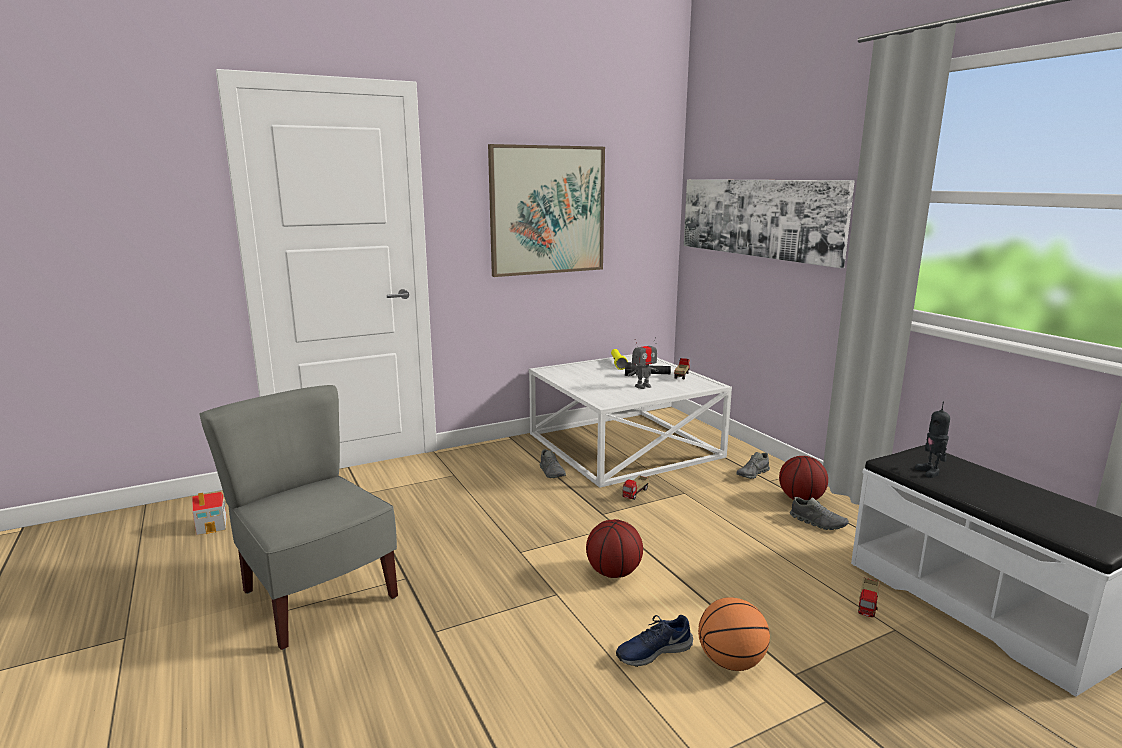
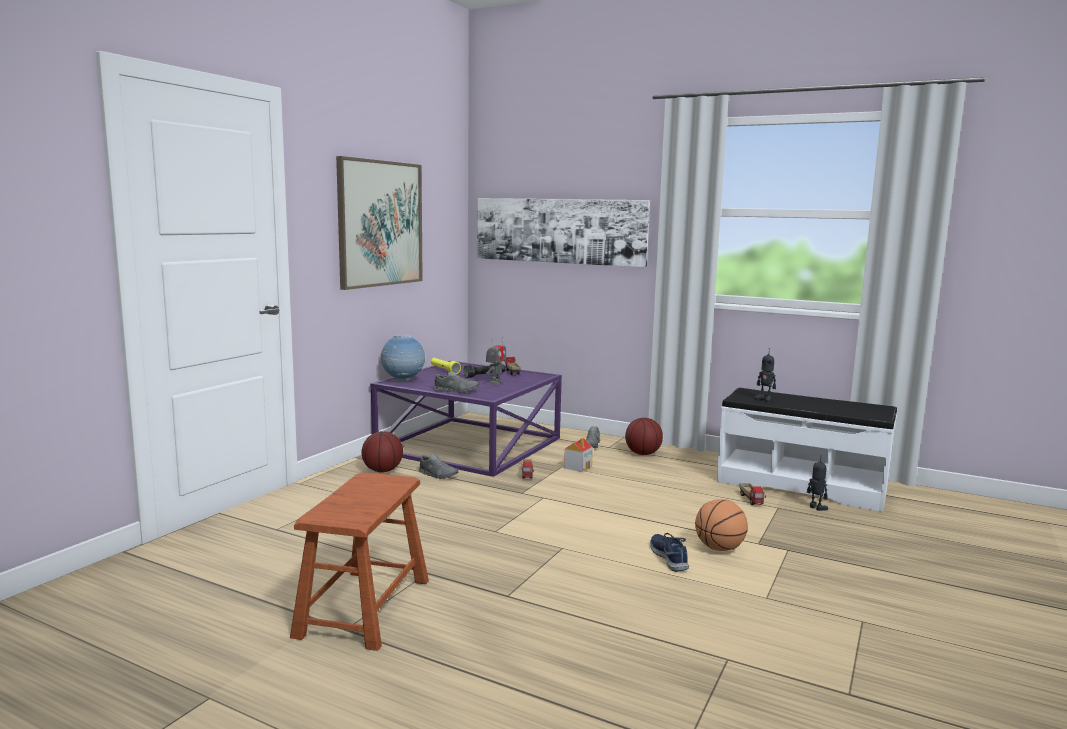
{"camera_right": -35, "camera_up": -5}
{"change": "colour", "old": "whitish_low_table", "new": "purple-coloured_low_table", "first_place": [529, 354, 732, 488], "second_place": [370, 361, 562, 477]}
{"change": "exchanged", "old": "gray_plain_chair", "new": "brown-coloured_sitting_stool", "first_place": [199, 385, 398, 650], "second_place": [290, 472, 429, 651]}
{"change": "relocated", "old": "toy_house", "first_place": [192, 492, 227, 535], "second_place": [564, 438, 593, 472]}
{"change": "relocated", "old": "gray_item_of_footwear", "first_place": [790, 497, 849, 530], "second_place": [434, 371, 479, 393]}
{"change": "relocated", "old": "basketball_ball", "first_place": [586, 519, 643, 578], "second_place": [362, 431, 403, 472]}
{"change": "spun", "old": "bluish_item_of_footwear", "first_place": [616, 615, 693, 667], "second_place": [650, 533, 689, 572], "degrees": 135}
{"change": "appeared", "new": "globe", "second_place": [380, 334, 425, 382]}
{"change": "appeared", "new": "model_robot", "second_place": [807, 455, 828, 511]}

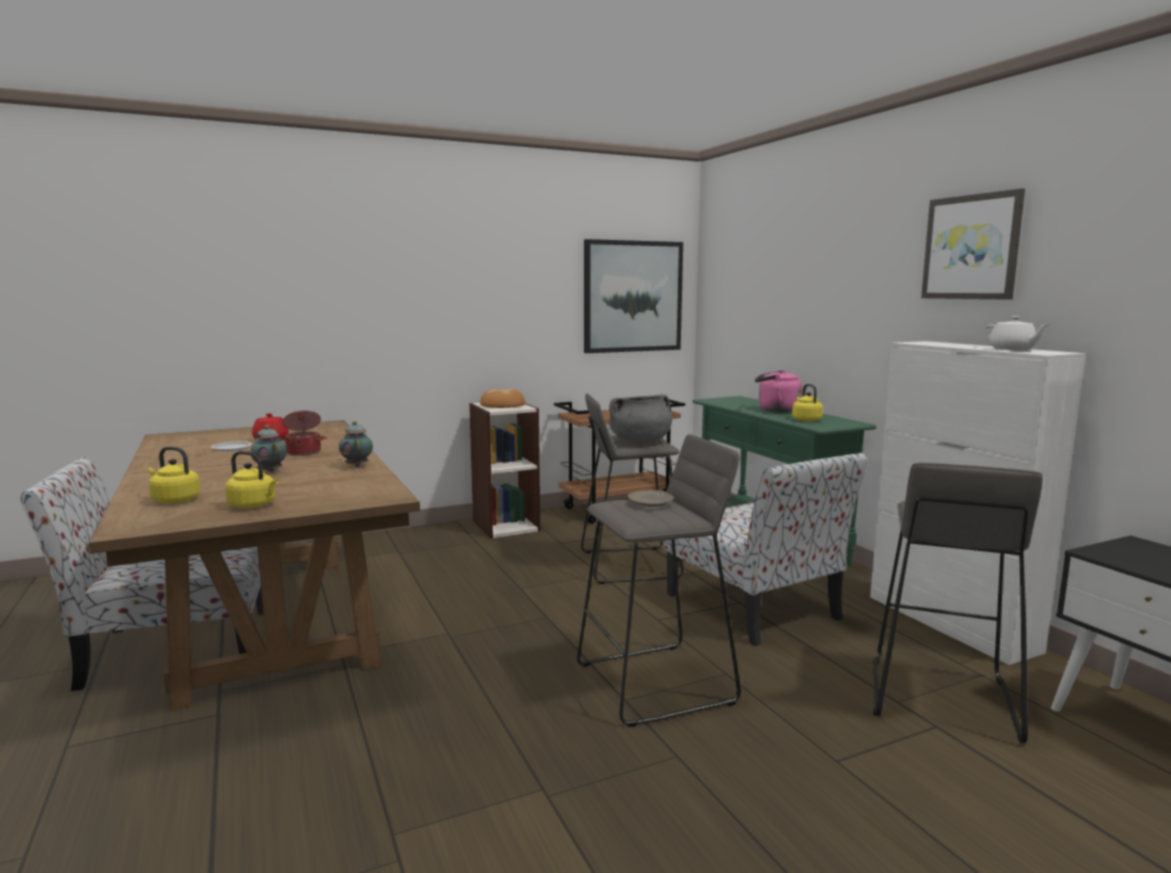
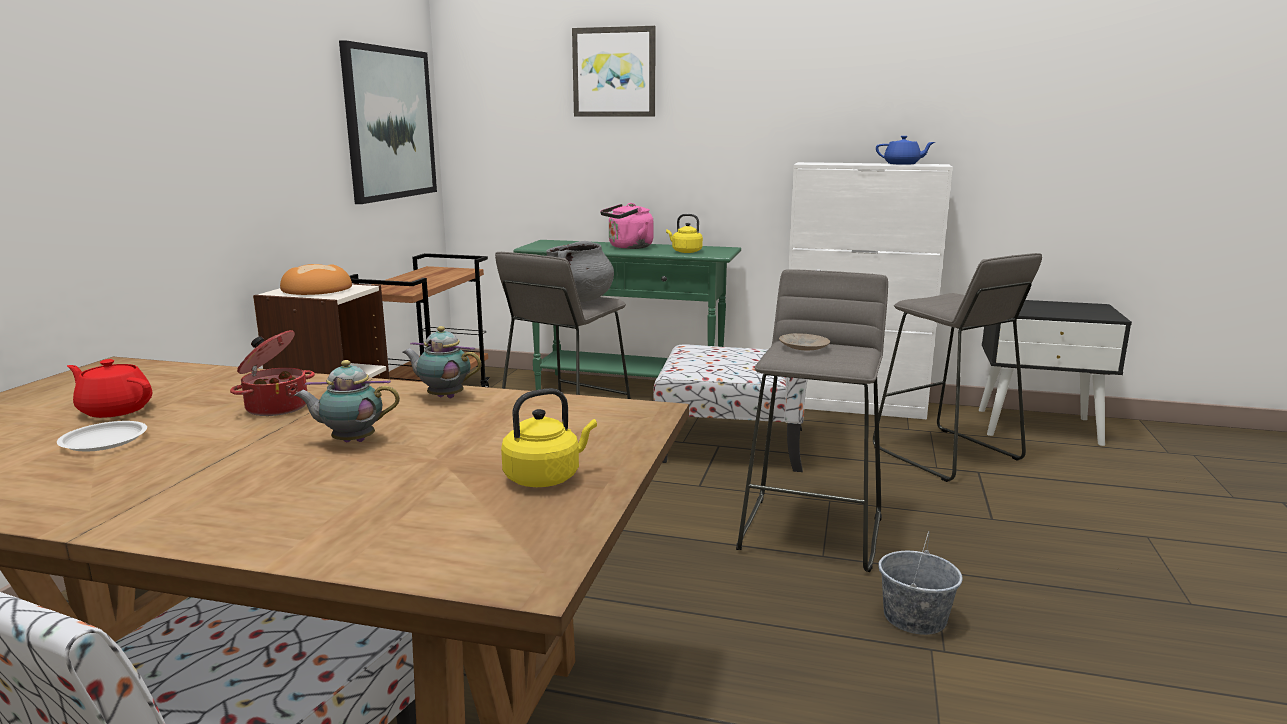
{"camera_right": -50, "camera_up": 5}
{"change": "relocated", "old": "wall_picture", "first_place": [921, 188, 1025, 300], "second_place": [572, 26, 656, 117]}
{"change": "colour", "old": "whitish_tea_pot", "new": "bluish_tea_pot", "first_place": [985, 316, 1049, 350], "second_place": [876, 136, 935, 165]}
{"change": "missing", "old": "yellowish_tea_kettle", "first_place": [148, 447, 200, 504]}
{"change": "appeared", "new": "gray_bucket", "second_place": [878, 531, 963, 635]}

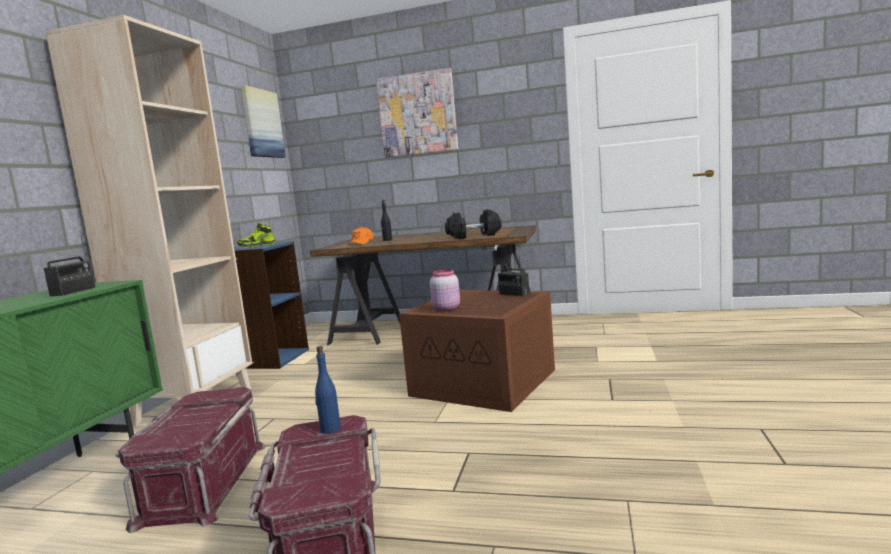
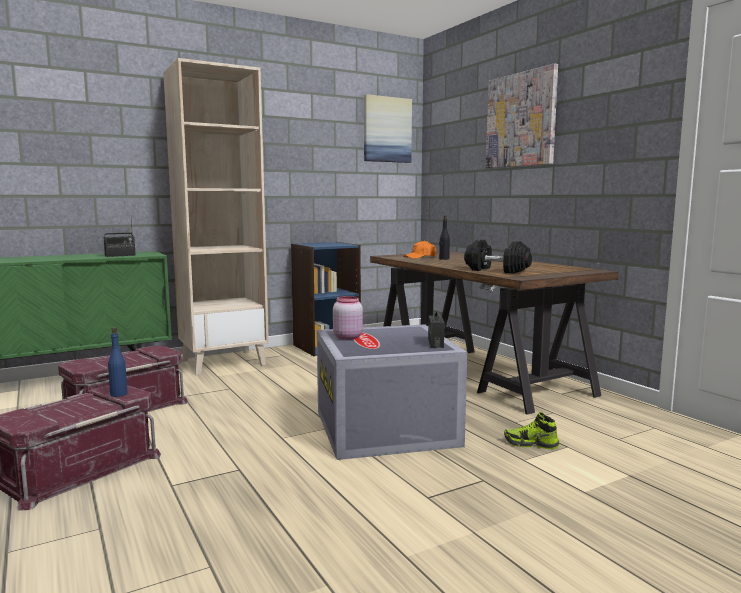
{"camera_right": 45, "camera_up": 0}
{"change": "relocated", "old": "item_of_footwear", "first_place": [237, 223, 276, 248], "second_place": [504, 412, 559, 449]}
{"change": "colour", "old": "brown-coloured_storage_bin", "new": "gray_storage_bin", "first_place": [399, 290, 555, 412], "second_place": [317, 324, 467, 460]}

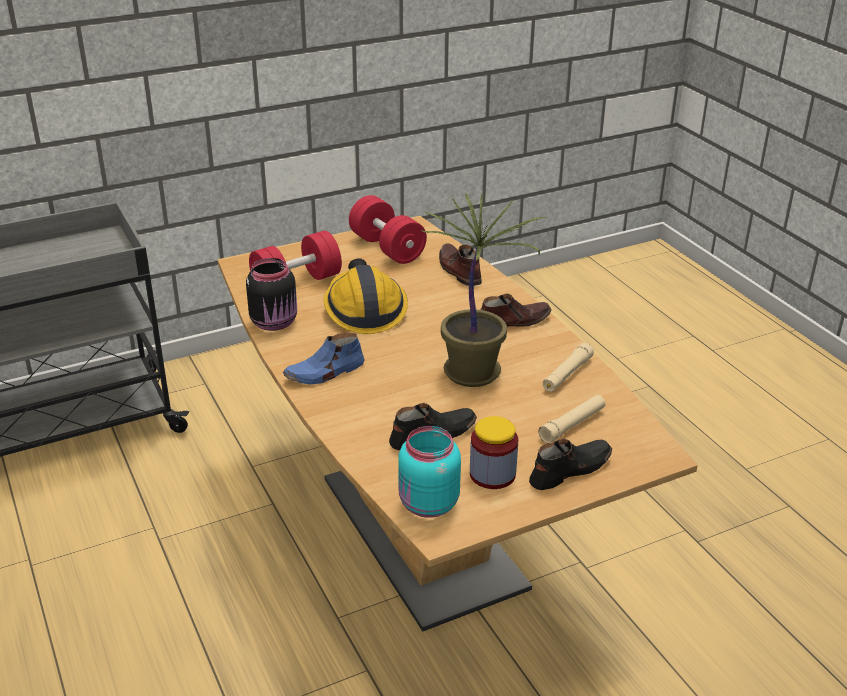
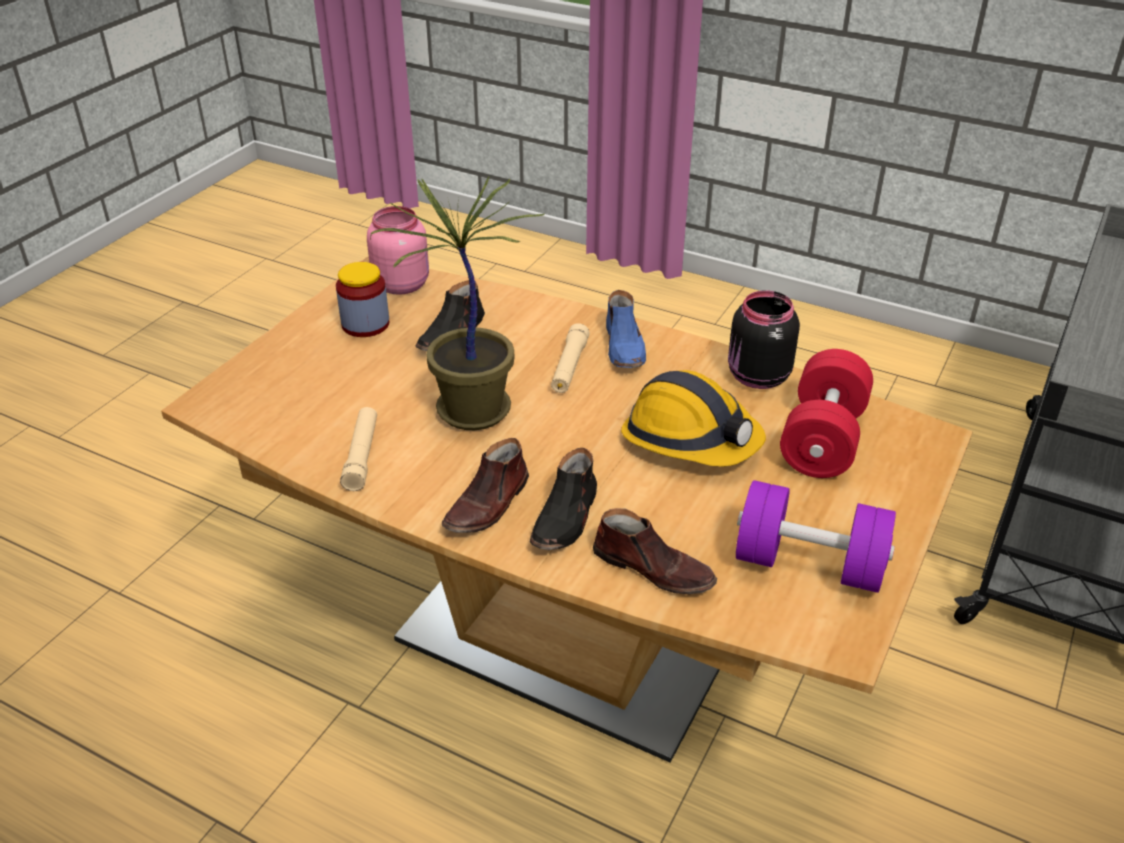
{"camera_right": 145, "camera_up": 5}
{"change": "colour", "old": "red-coloured_free_weight", "new": "purple-coloured_free_weight", "first_place": [349, 195, 427, 264], "second_place": [736, 480, 896, 593]}
{"change": "spun", "old": "bluish_item_of_footwear", "first_place": [283, 333, 364, 384], "second_place": [606, 290, 646, 368], "degrees": 150}
{"change": "relocated", "old": "beige-coloured_torch", "first_place": [539, 395, 605, 444], "second_place": [551, 323, 590, 393]}
{"change": "colour", "old": "blue-green_preserve_jar", "new": "pinkish_preserve_jar", "first_place": [398, 426, 461, 518], "second_place": [367, 206, 429, 295]}
{"change": "relocated", "old": "blackish_item_of_footwear", "first_place": [529, 438, 612, 490], "second_place": [530, 448, 597, 550]}

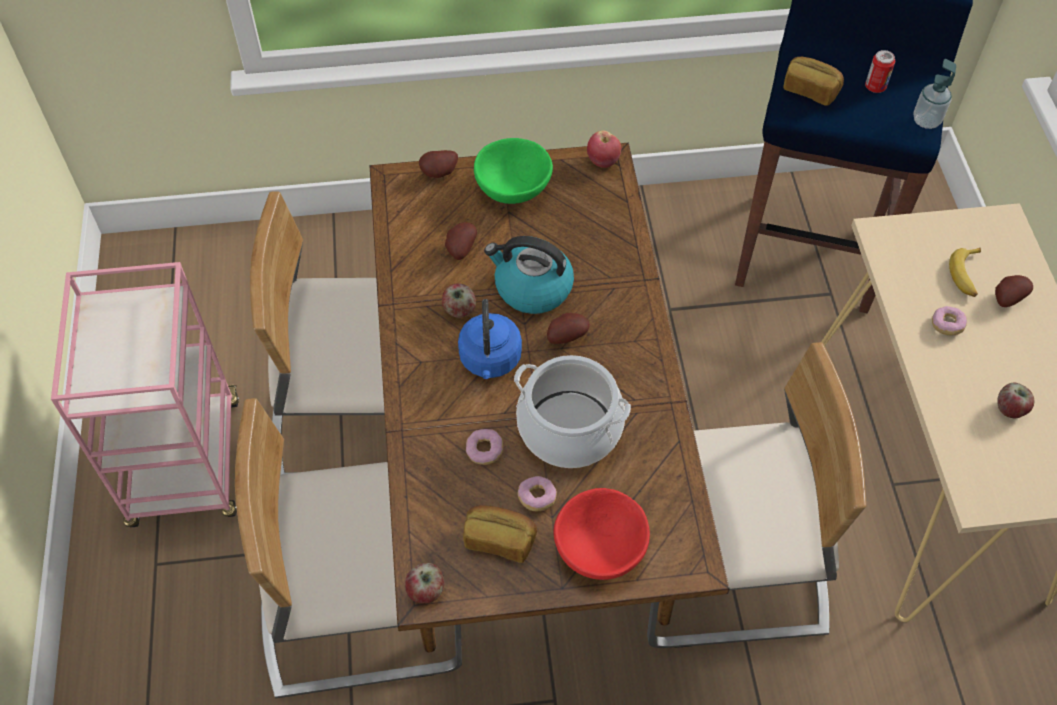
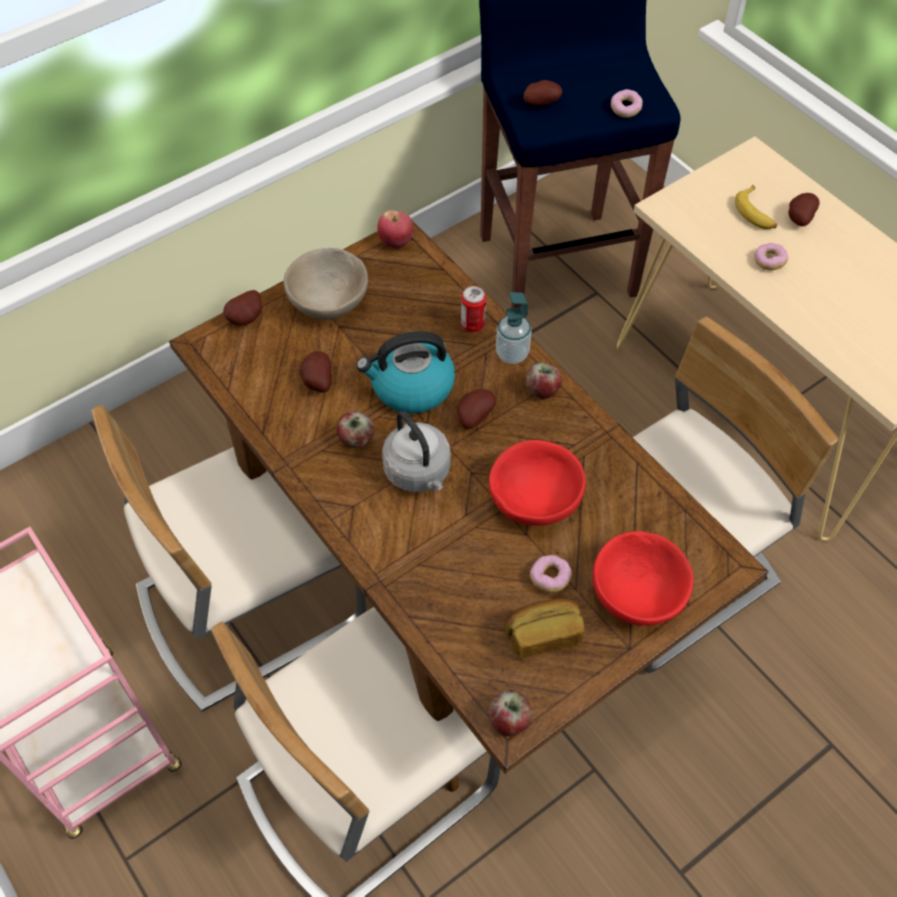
{"camera_right": -30, "camera_up": 0}
{"change": "relocated", "old": "metal_can", "first_place": [865, 50, 895, 93], "second_place": [461, 286, 486, 332]}
{"change": "exchanged", "old": "bread", "new": "potato", "first_place": [783, 57, 844, 106], "second_place": [523, 80, 562, 106]}
{"change": "relocated", "old": "soap_bottle", "first_place": [914, 59, 956, 129], "second_place": [496, 292, 532, 364]}
{"change": "colour", "old": "greenish_bowl", "new": "beige-coloured_bowl", "first_place": [474, 138, 553, 204], "second_place": [284, 248, 368, 320]}
{"change": "colour", "old": "bluish_tea_kettle", "new": "gray_tea_kettle", "first_place": [458, 299, 522, 379], "second_place": [382, 411, 451, 492]}
{"change": "exchanged", "old": "saucepot", "new": "red-coloured_bowl", "first_place": [514, 355, 631, 468], "second_place": [489, 440, 586, 526]}
{"change": "relocated", "old": "apple_fruit", "first_place": [997, 383, 1034, 418], "second_place": [526, 362, 562, 399]}
{"change": "relocated", "old": "donut", "first_place": [466, 429, 503, 465], "second_place": [611, 89, 643, 118]}

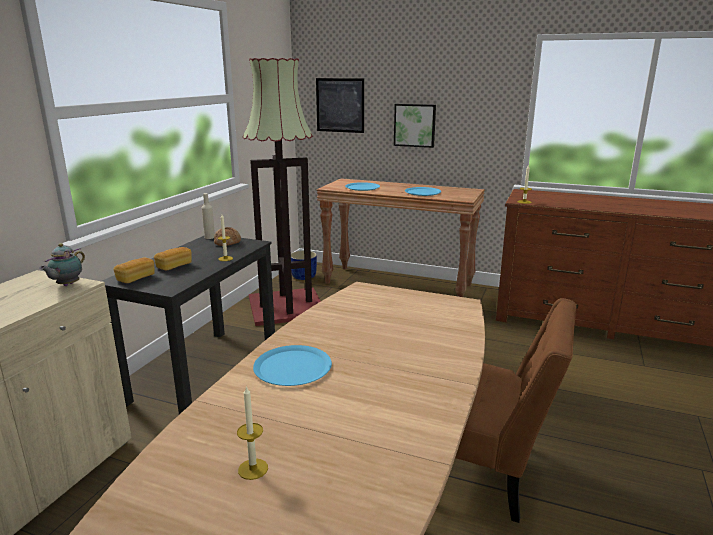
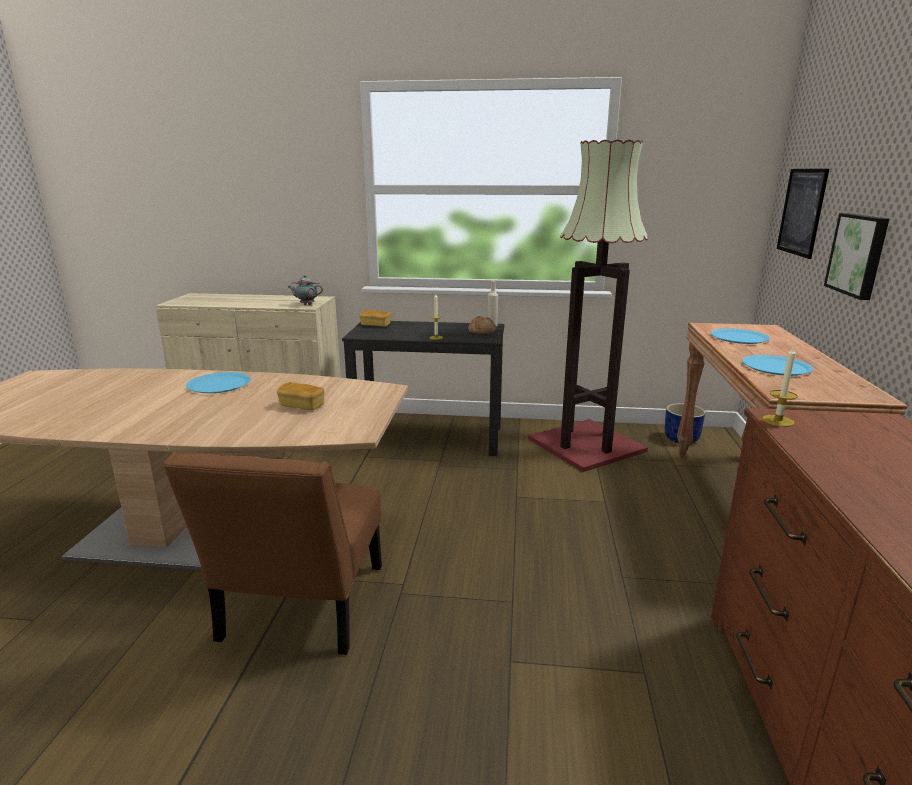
{"camera_right": 75, "camera_up": 0}
{"change": "relocated", "old": "bread", "first_place": [154, 247, 192, 270], "second_place": [277, 382, 324, 410]}
{"change": "missing", "old": "candle", "first_place": [237, 386, 268, 480]}

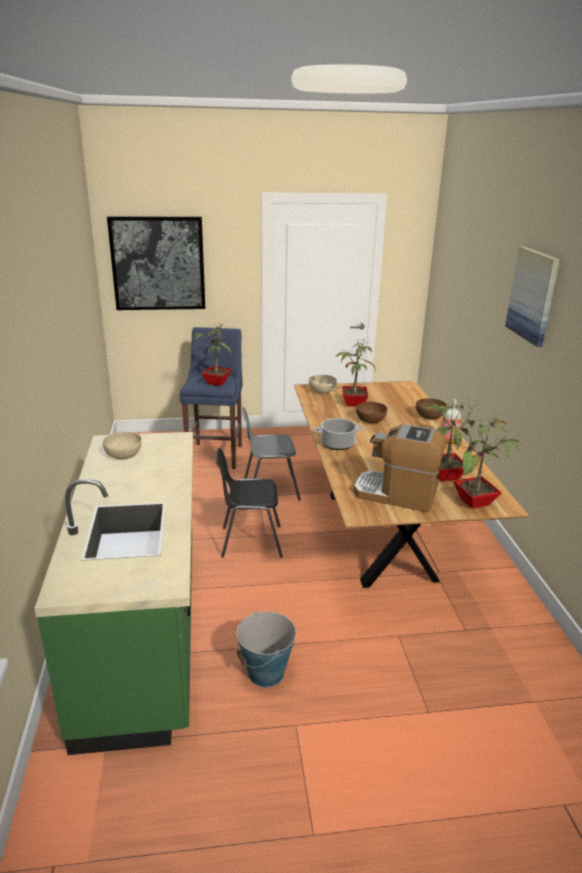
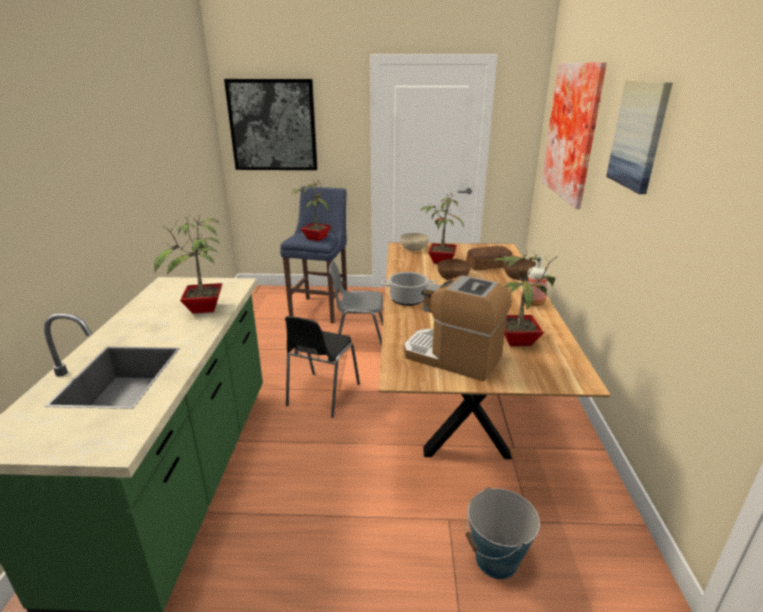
{"camera_right": 10, "camera_up": 0}
{"change": "relocated", "old": "potted_plant", "first_place": [454, 418, 521, 509], "second_place": [154, 214, 222, 314]}
{"change": "missing", "old": "beige-coloured_bowl", "first_place": [103, 432, 142, 459]}
{"change": "spun", "old": "blackish_plain_chair", "first_place": [216, 448, 283, 558], "second_place": [285, 316, 360, 418], "degrees": -75}
{"change": "relocated", "old": "bucket", "first_place": [237, 611, 296, 687], "second_place": [466, 487, 540, 579]}
{"change": "appeared", "new": "wall_picture", "second_place": [542, 62, 607, 209]}
{"change": "appeared", "new": "bread", "second_place": [466, 246, 513, 271]}

